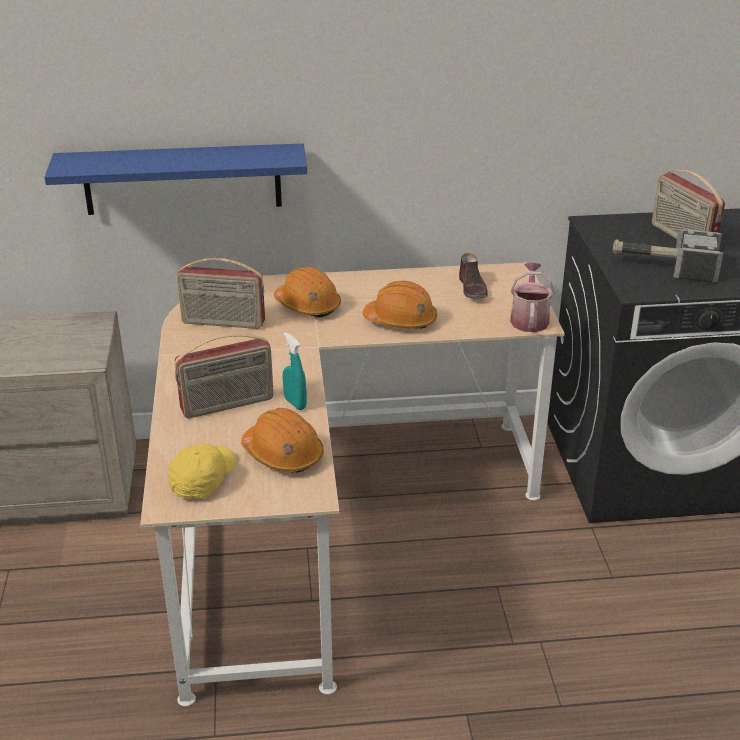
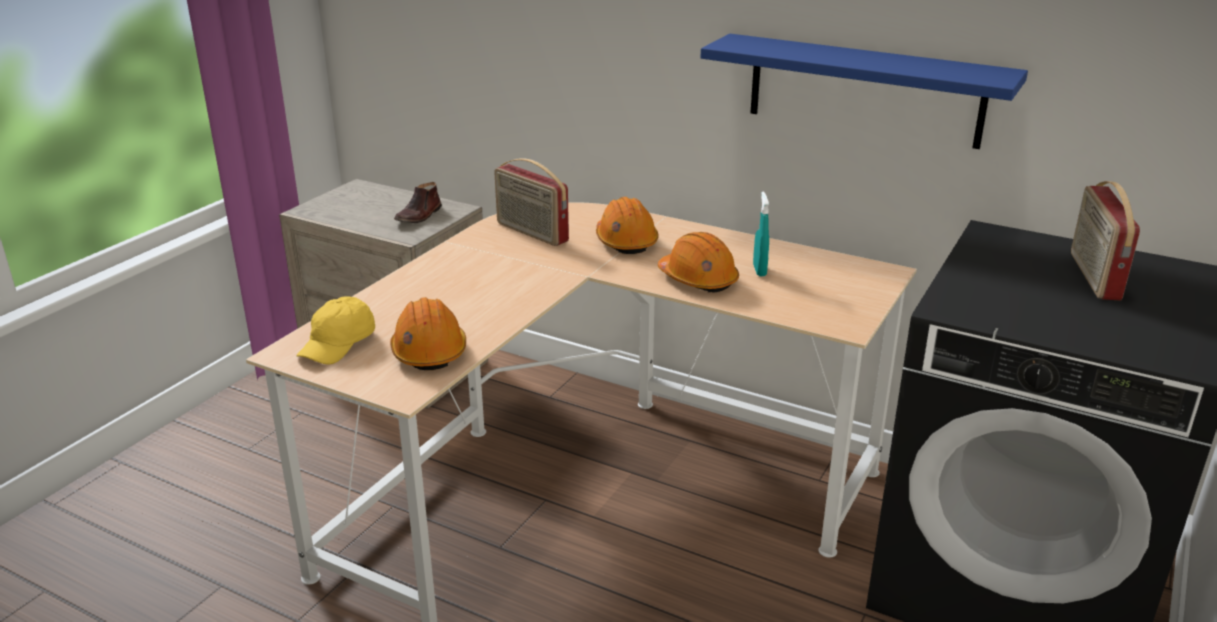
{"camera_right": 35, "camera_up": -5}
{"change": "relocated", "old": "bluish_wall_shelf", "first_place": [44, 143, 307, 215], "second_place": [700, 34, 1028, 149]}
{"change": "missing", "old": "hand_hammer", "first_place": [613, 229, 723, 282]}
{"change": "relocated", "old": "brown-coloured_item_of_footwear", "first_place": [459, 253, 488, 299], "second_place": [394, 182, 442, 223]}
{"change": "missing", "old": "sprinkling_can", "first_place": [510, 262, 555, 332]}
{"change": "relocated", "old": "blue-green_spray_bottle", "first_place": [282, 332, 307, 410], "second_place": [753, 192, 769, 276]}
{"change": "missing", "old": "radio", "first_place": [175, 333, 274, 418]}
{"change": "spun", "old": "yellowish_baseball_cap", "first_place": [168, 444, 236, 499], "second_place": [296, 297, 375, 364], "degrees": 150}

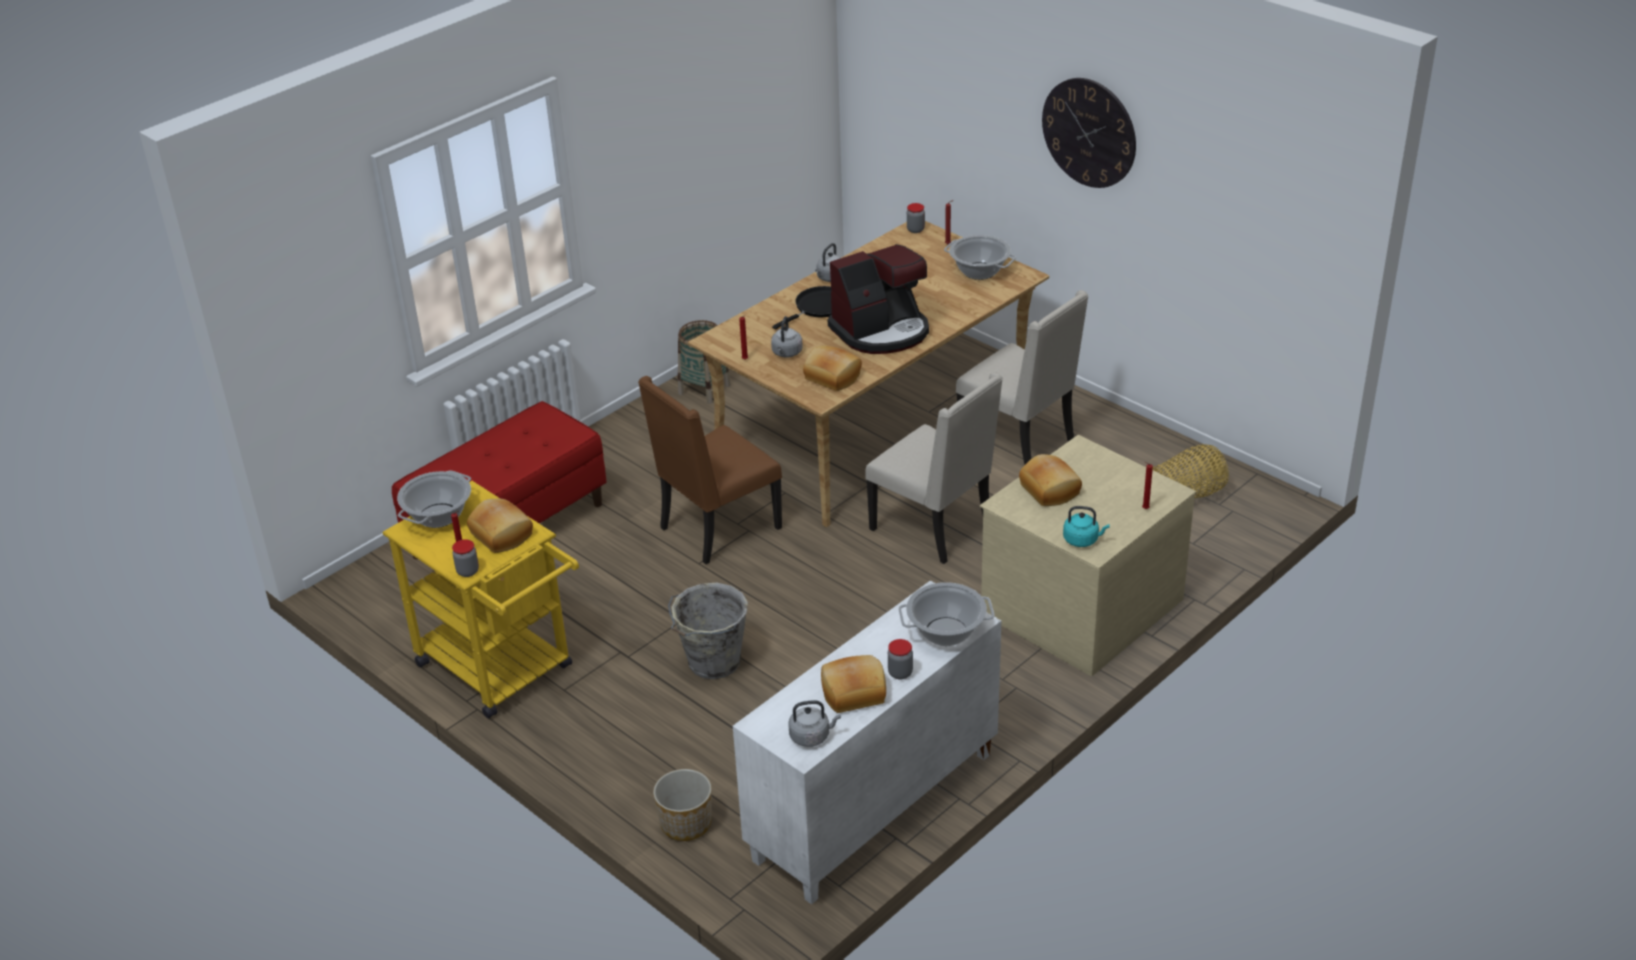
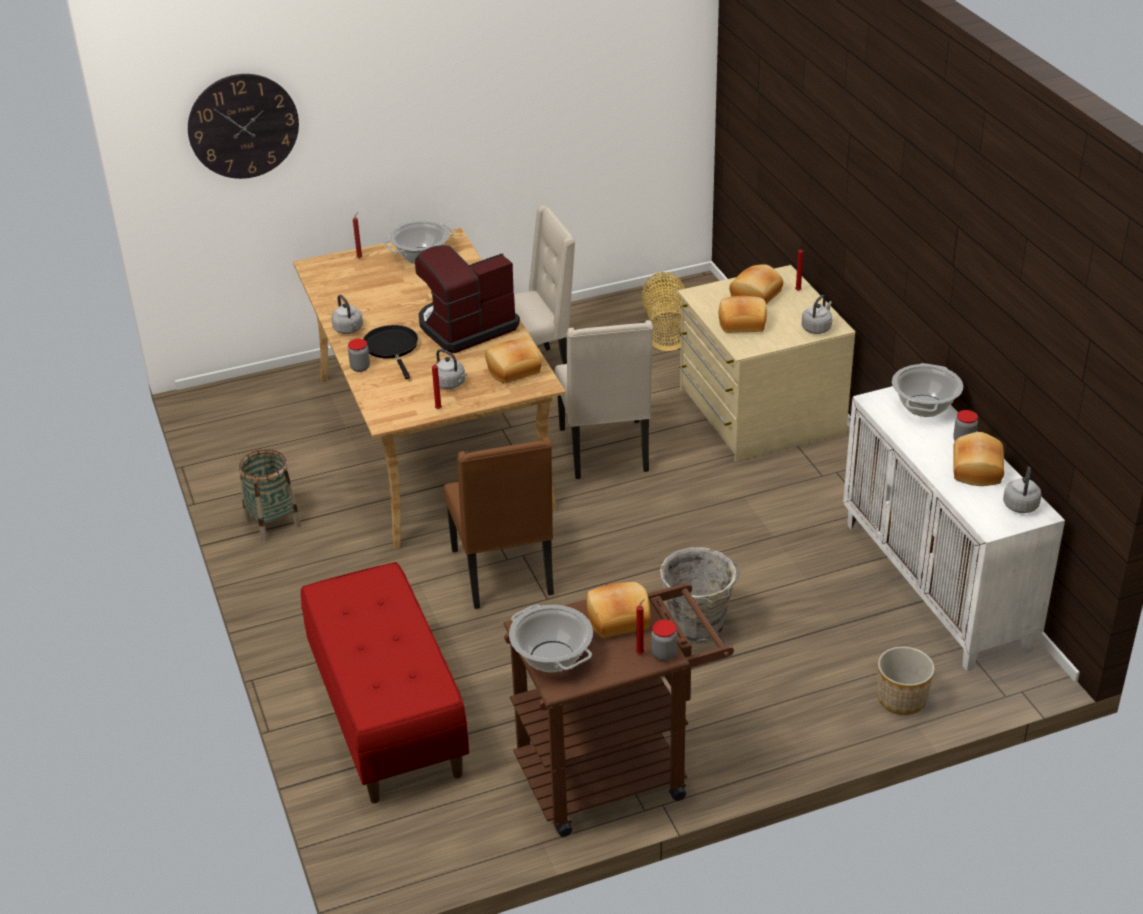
{"camera_right": -65, "camera_up": 0}
{"change": "relocated", "old": "clock_on_the_wall", "first_place": [1042, 78, 1136, 188], "second_place": [188, 74, 299, 179]}
{"change": "relocated", "old": "preserve_jar", "first_place": [907, 203, 925, 233], "second_place": [348, 339, 370, 372]}
{"change": "spun", "old": "coffee_machine", "first_place": [828, 244, 929, 354], "second_place": [415, 245, 520, 353], "degrees": -120}
{"change": "spun", "old": "beige-coloured_plain_chair", "first_place": [865, 372, 1003, 564], "second_place": [555, 320, 653, 479], "degrees": 105}
{"change": "colour", "old": "yellowish_cart", "new": "brown-coloured_cart", "first_place": [382, 481, 579, 718], "second_place": [504, 583, 734, 837]}
{"change": "colour", "old": "blue-green_tea_kettle", "new": "gray_tea_kettle", "first_place": [1063, 506, 1110, 547], "second_place": [802, 295, 832, 334]}
{"change": "appeared", "new": "bread", "second_place": [729, 264, 783, 304]}

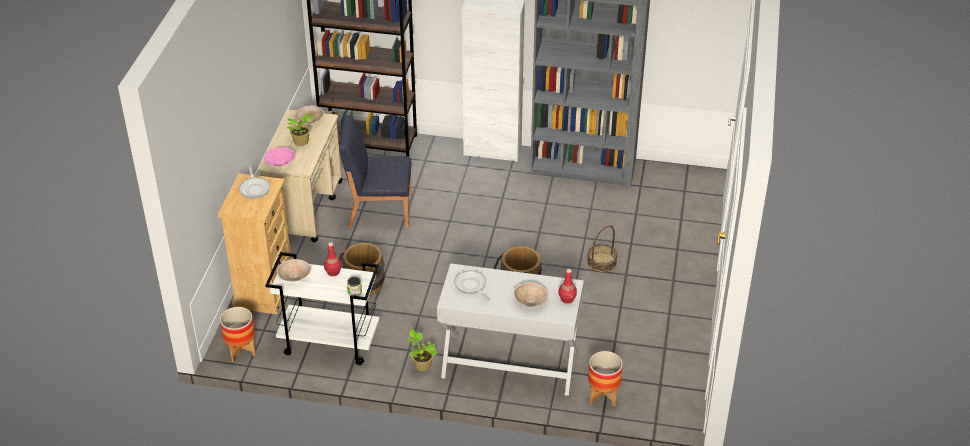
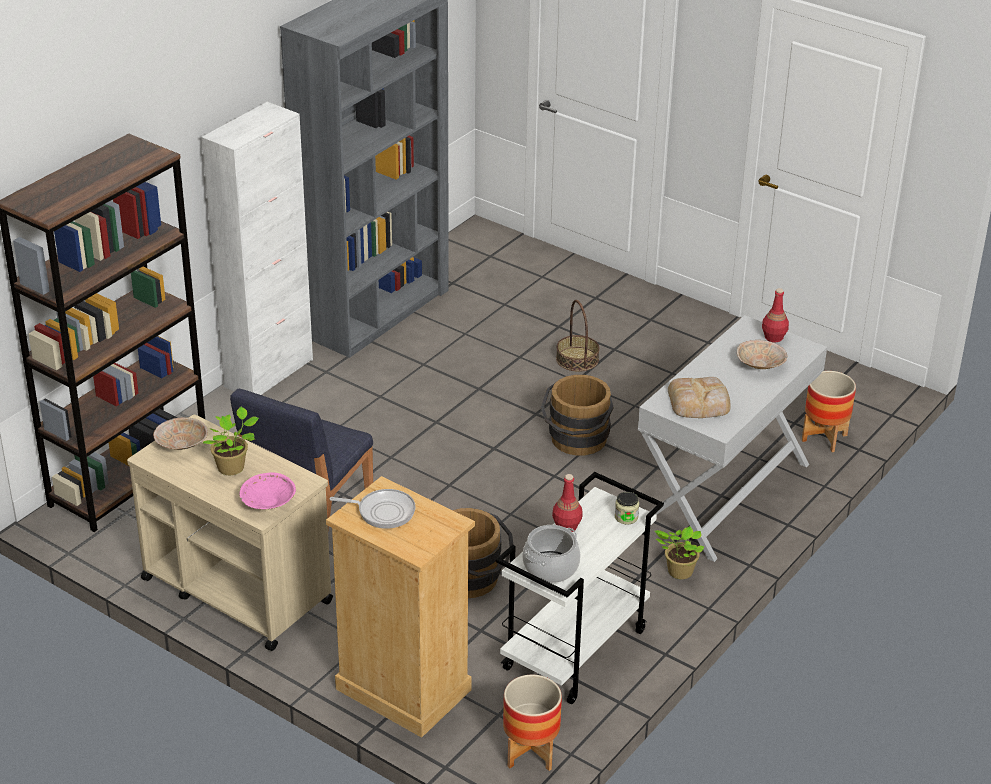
{"camera_right": -65, "camera_up": -5}
{"change": "exchanged", "old": "beige-coloured_bowl", "new": "saucepot", "first_place": [277, 259, 311, 281], "second_place": [522, 525, 581, 583]}
{"change": "exchanged", "old": "pan", "new": "bread", "first_place": [454, 270, 489, 301], "second_place": [668, 377, 731, 418]}

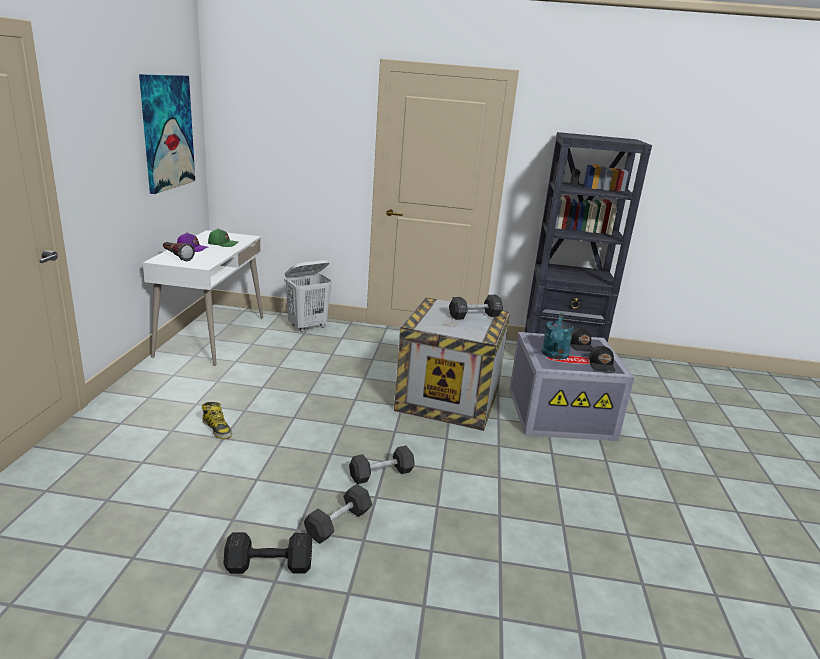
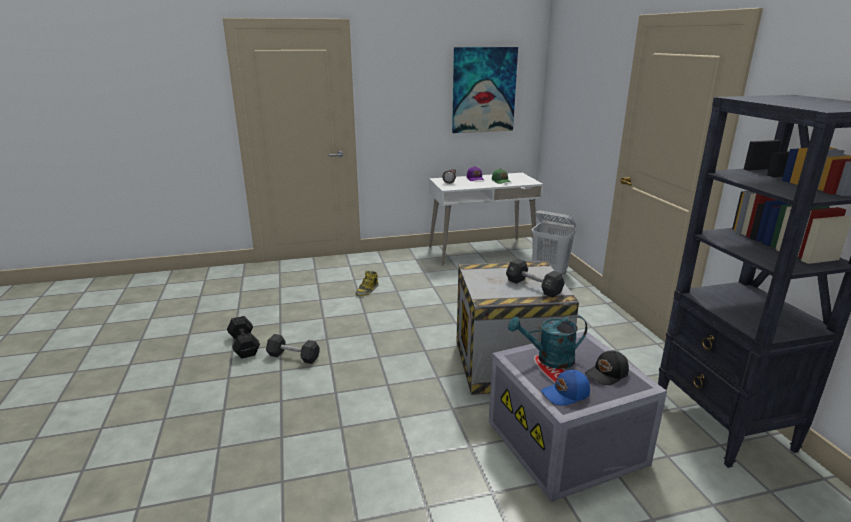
{"camera_right": 70, "camera_up": 0}
{"change": "colour", "old": "blackish_baseball_cap", "new": "bluish_baseball_cap", "first_place": [589, 346, 615, 372], "second_place": [541, 370, 590, 406]}
{"change": "missing", "old": "blackish_free_weight", "first_place": [349, 446, 415, 484]}

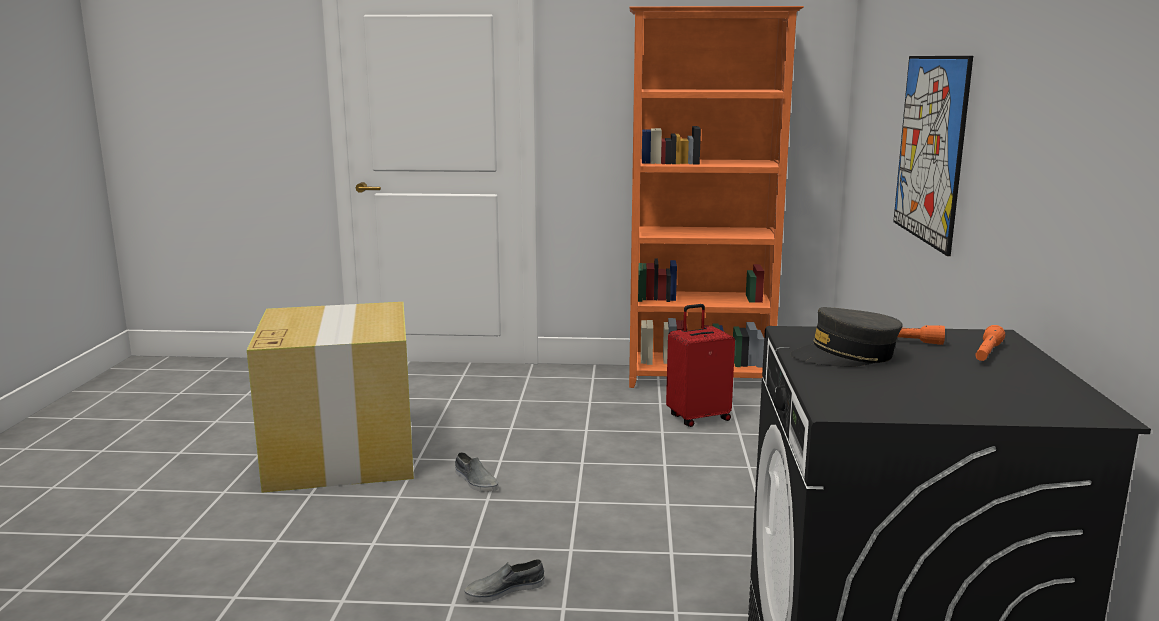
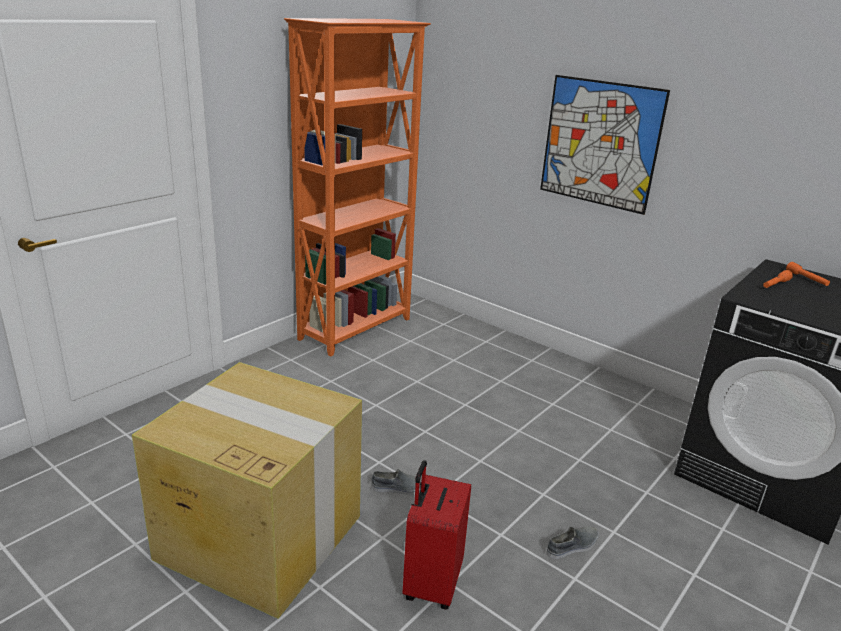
{"camera_right": -55, "camera_up": 10}
{"change": "relocated", "old": "red-coloured_travel_case", "first_place": [666, 304, 735, 427], "second_place": [402, 460, 471, 609]}
{"change": "missing", "old": "gray_baseball_cap", "first_place": [790, 307, 903, 367]}
{"change": "spun", "old": "gray_item_of_footwear", "first_place": [464, 559, 545, 602], "second_place": [547, 526, 599, 559], "degrees": -135}

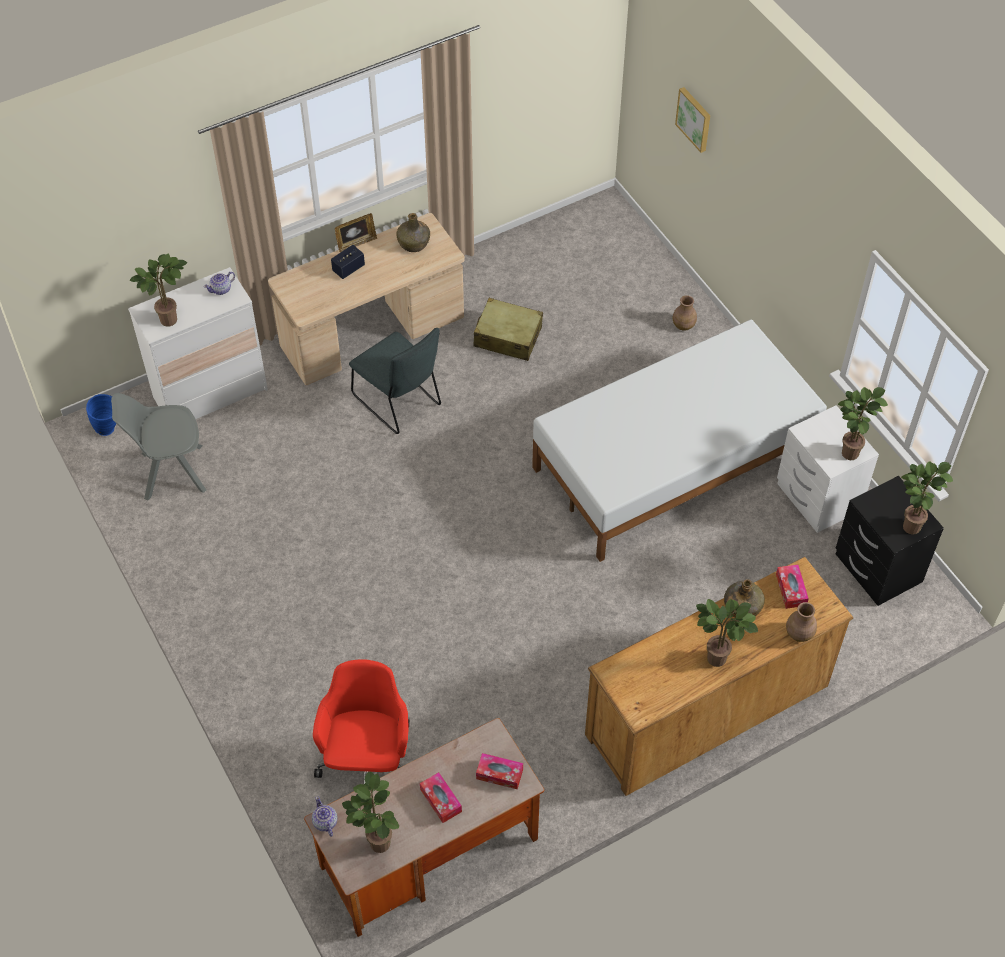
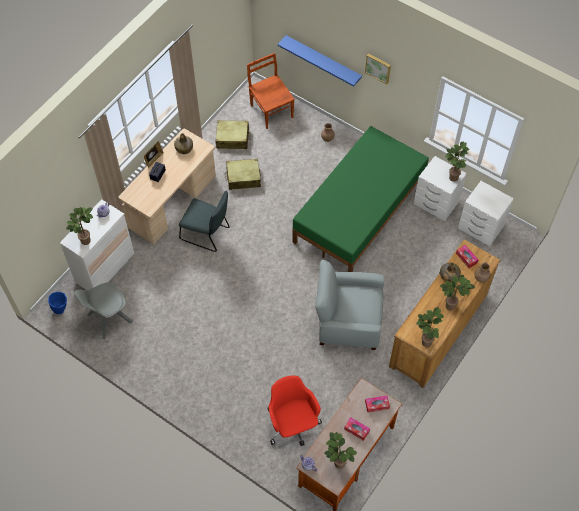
{"camera_right": -25, "camera_up": 5}
{"change": "relocated", "old": "wall_picture", "first_place": [675, 87, 710, 153], "second_place": [365, 53, 391, 84]}
{"change": "colour", "old": "whitish_bed", "new": "greenish_bed", "first_place": [532, 320, 827, 562], "second_place": [292, 126, 429, 272]}
{"change": "relocated", "old": "potted_plant", "first_place": [901, 461, 953, 535], "second_place": [416, 307, 444, 347]}
{"change": "colour", "old": "blackish_nightstand", "new": "whitish_nightstand", "first_place": [836, 476, 944, 606], "second_place": [458, 181, 514, 246]}
{"change": "appeared", "new": "bluish_wall_shelf", "second_place": [278, 35, 362, 87]}
{"change": "appeared", "new": "brown-coloured_plain_chair", "second_place": [247, 53, 295, 129]}
{"change": "appeared", "new": "beige-coloured_travel_case", "second_place": [215, 120, 250, 149]}
{"change": "appeared", "new": "gray_lounge_chair", "second_place": [315, 260, 384, 350]}

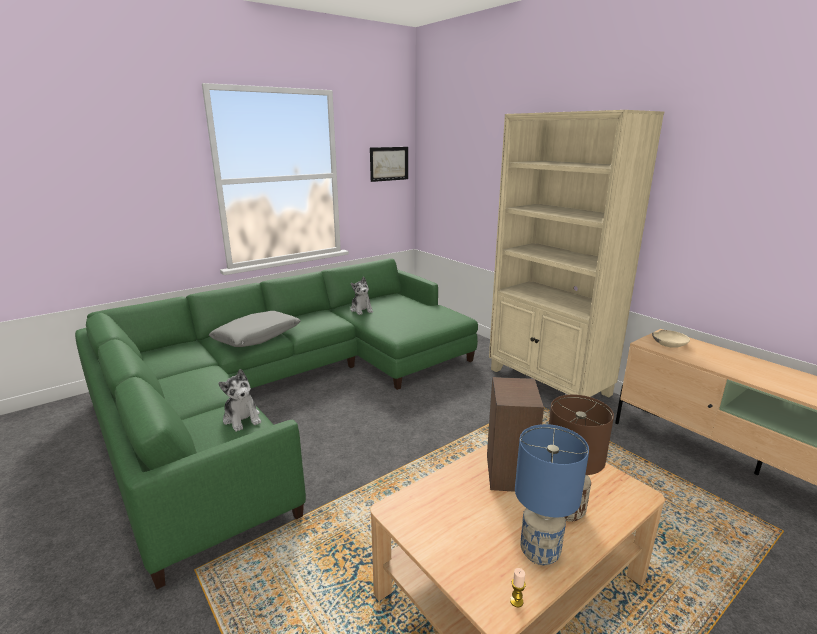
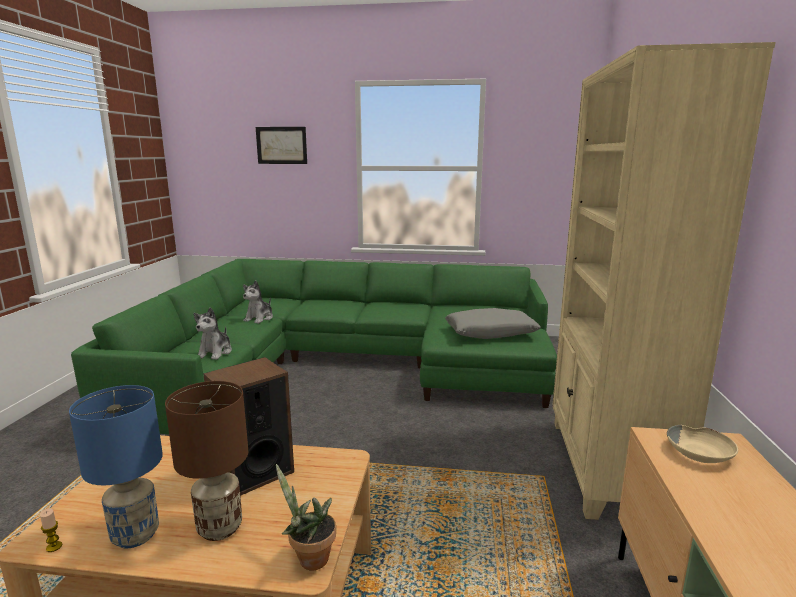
{"camera_right": 45, "camera_up": -5}
{"change": "relocated", "old": "wall_picture", "first_place": [370, 147, 408, 182], "second_place": [256, 127, 307, 164]}
{"change": "relocated", "old": "plush_toy", "first_place": [350, 277, 373, 315], "second_place": [243, 281, 273, 324]}
{"change": "relocated", "old": "gray_throw_pillow", "first_place": [209, 311, 301, 347], "second_place": [445, 308, 541, 339]}
{"change": "appeared", "new": "potted_plant", "second_place": [276, 464, 336, 571]}

